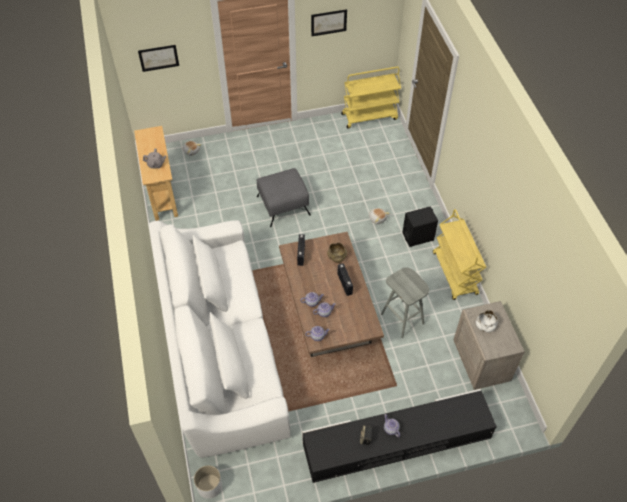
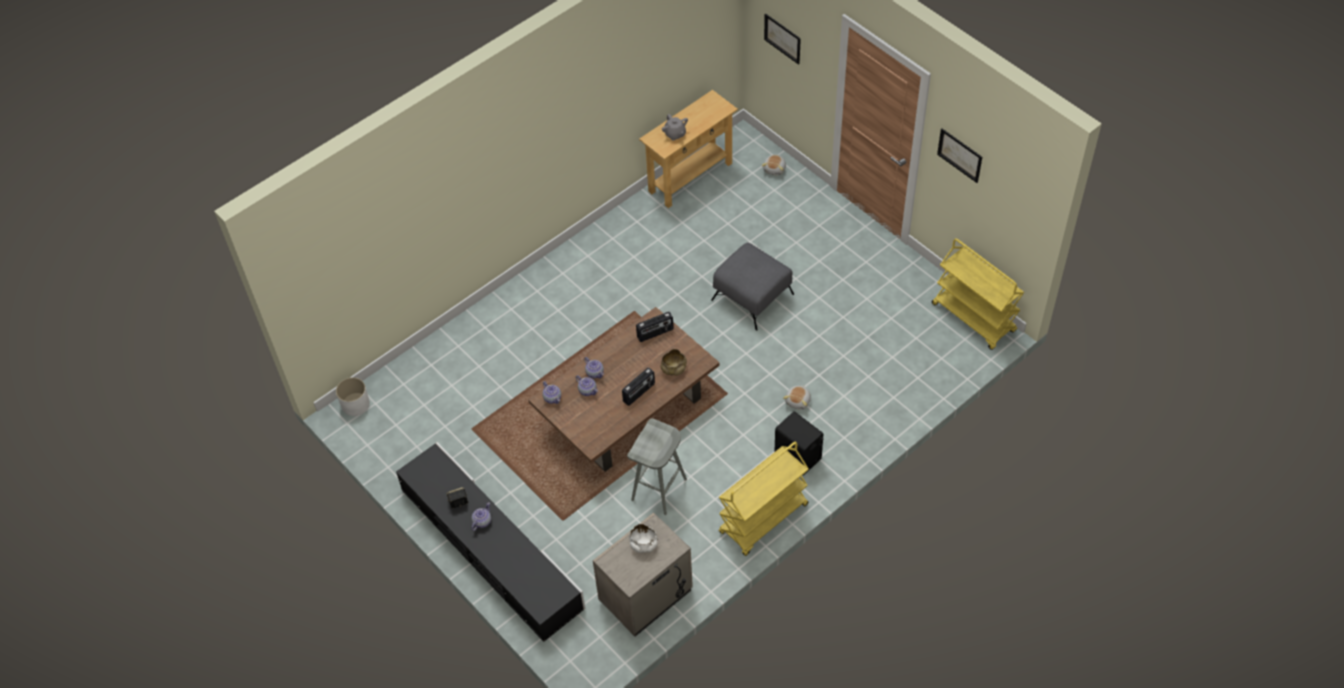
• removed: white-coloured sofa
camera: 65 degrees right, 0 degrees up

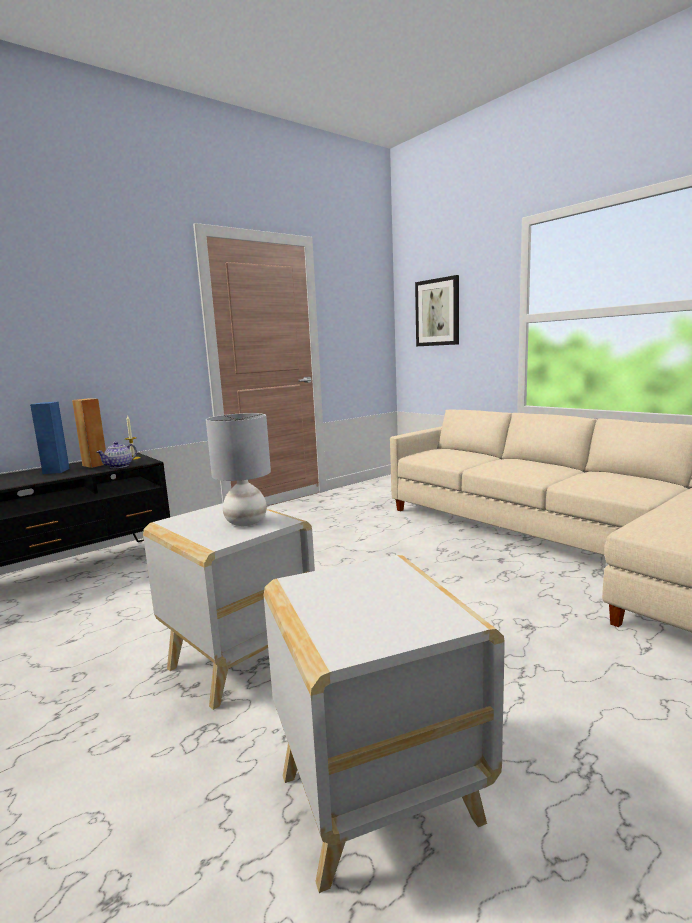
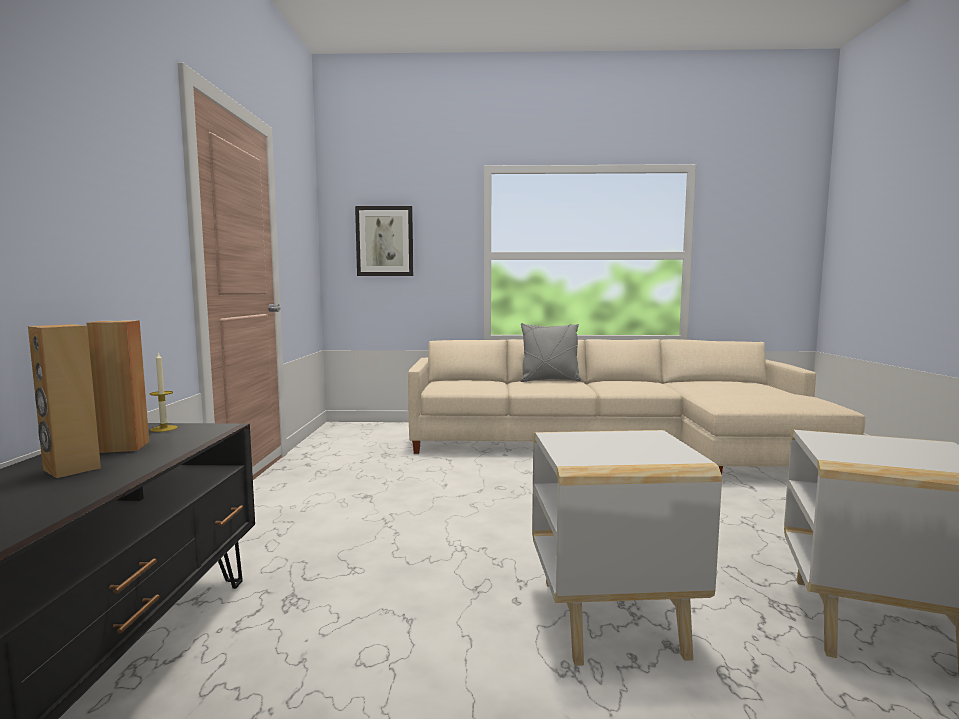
• recoloured: blue-coloured loudspeaker to brown loudspeaker (1st from left)
• added: grey pillow
• removed: teapot
• removed: grey table lamp
camera: 50 degrees left, 5 degrees down

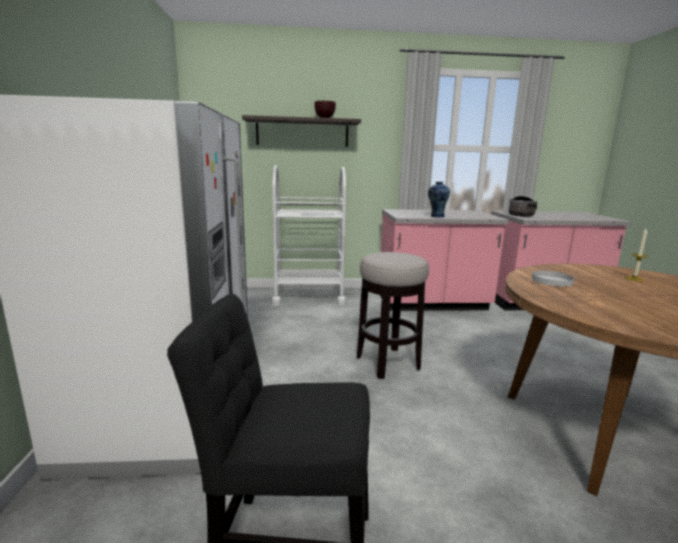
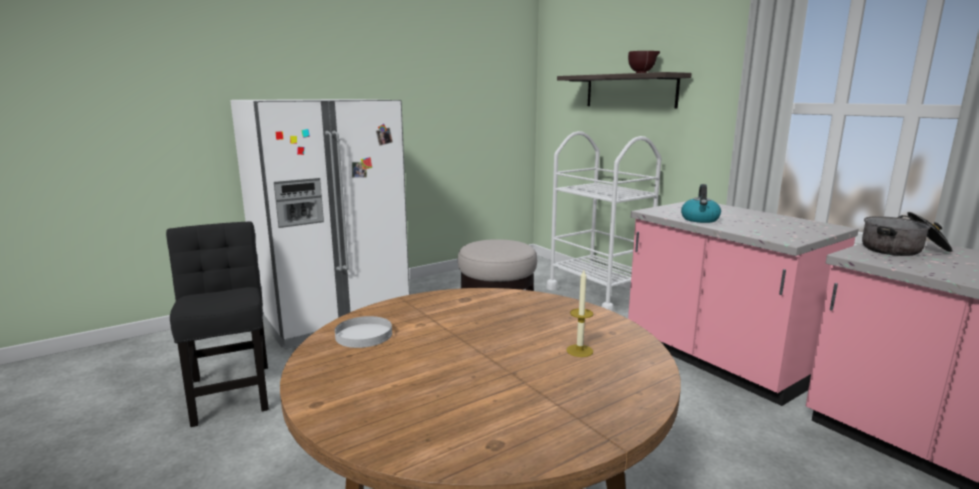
• moved: white-coloured plate
• replaced: vase to tea kettle
camera: 60 degrees right, 0 degrees up

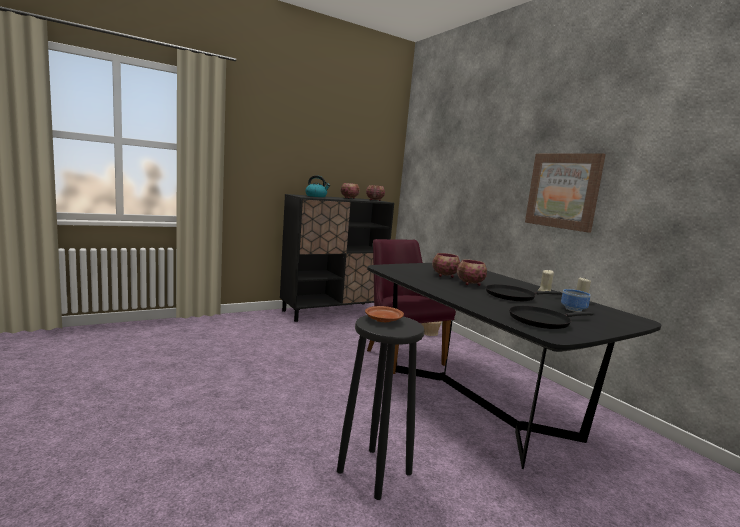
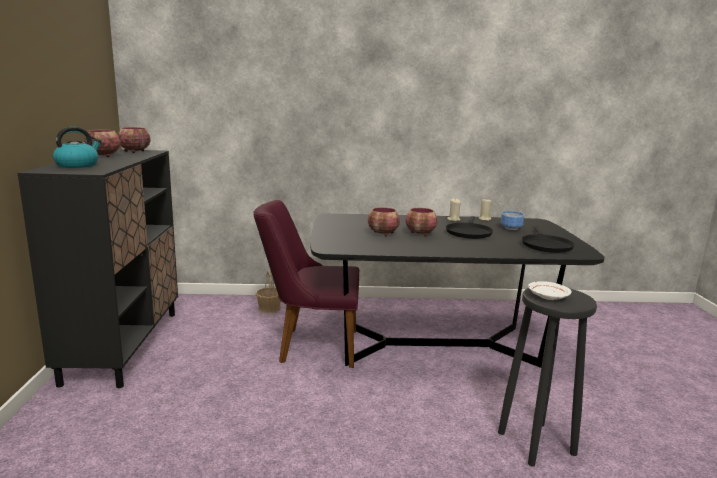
• recoloured: brown plate to white-coloured plate
• removed: picture
camera: 60 degrees left, 5 degrees up

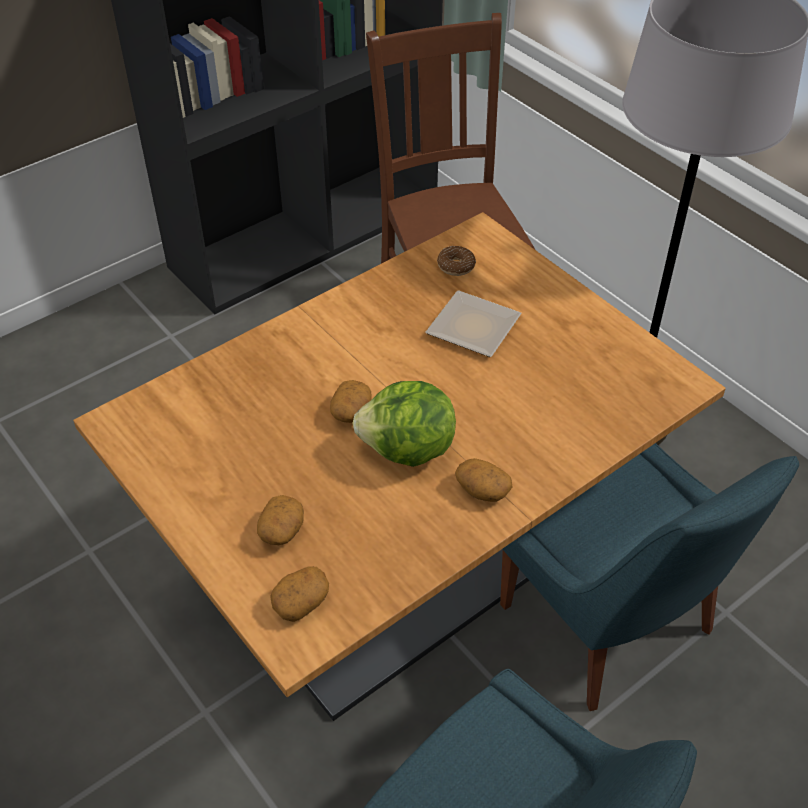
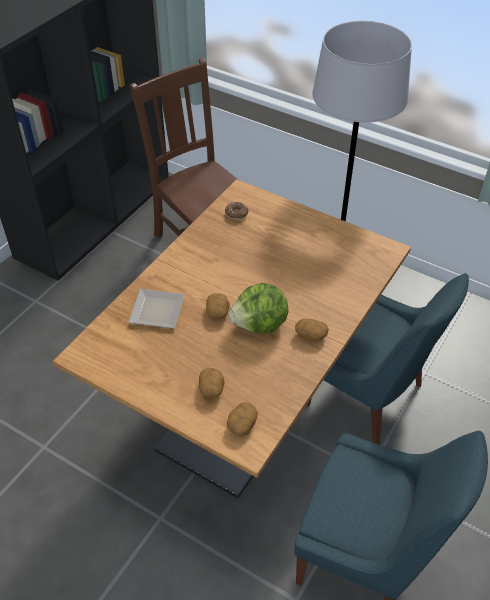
• moved: plate
camera: 20 degrees left, 0 degrees up

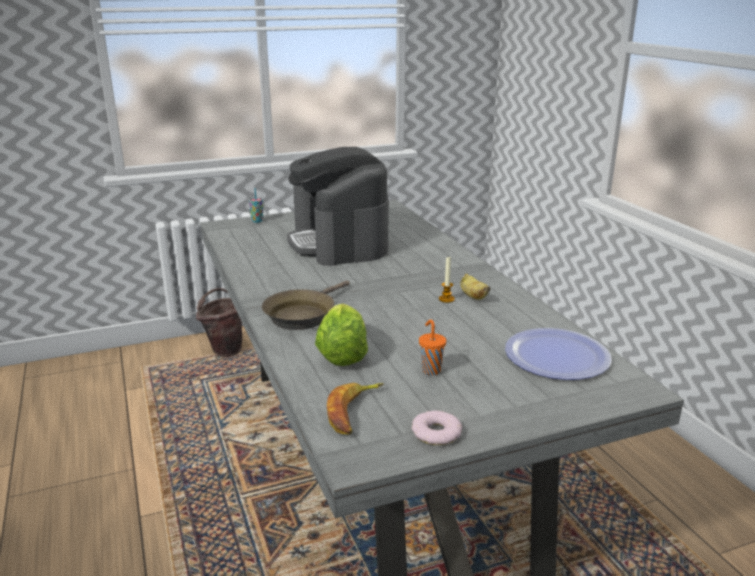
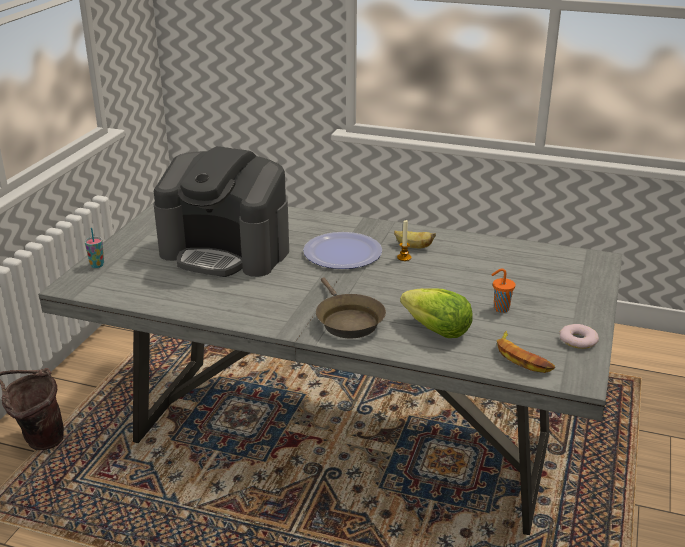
• moved: plate
camera: 50 degrees left, 5 degrees up

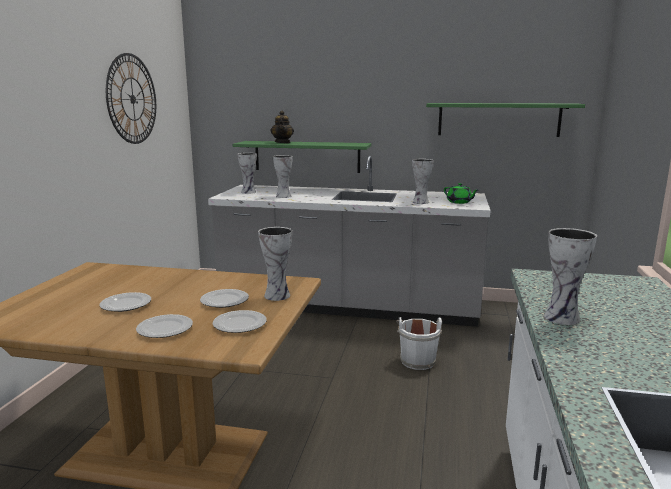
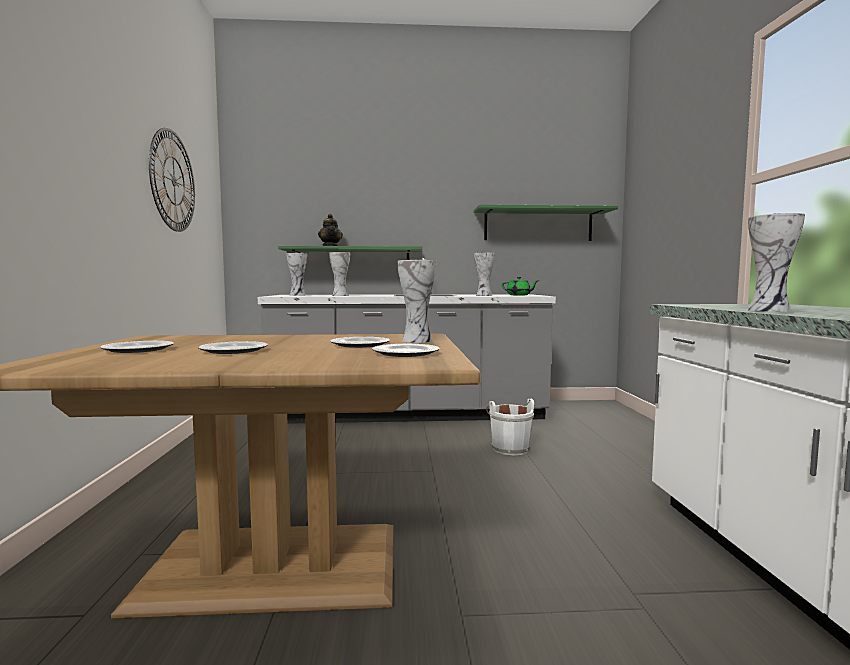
• moved: plate (2nd from left in the first image) to plate (1st from left)
camera: 15 degrees left, 10 degrees down

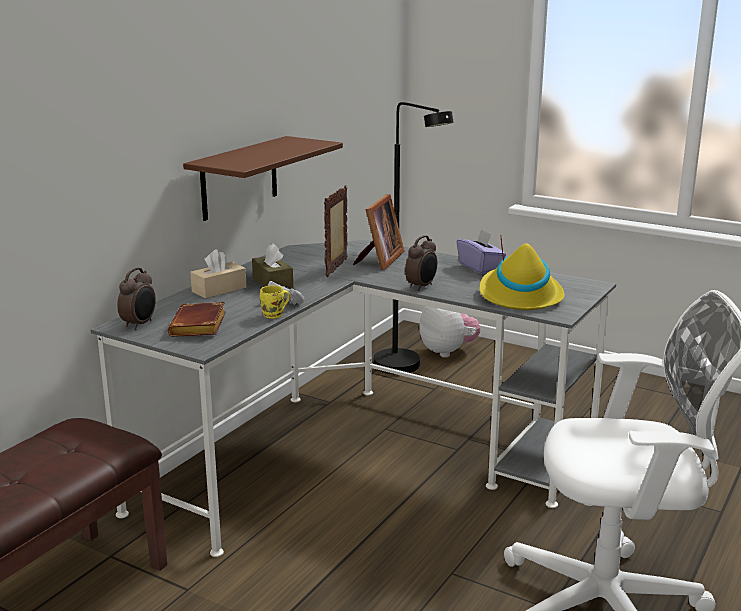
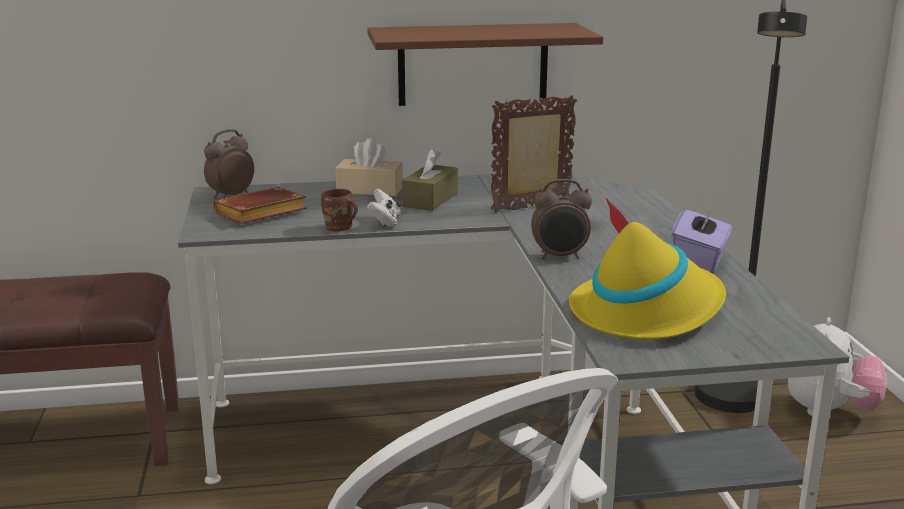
• turned: table clock (1st from left) 150 degrees clockwise
• recoloured: yellowish coffee mug to brown coffee mug
• removed: standing frame (2nd from left)
camera: 50 degrees right, 0 degrees up

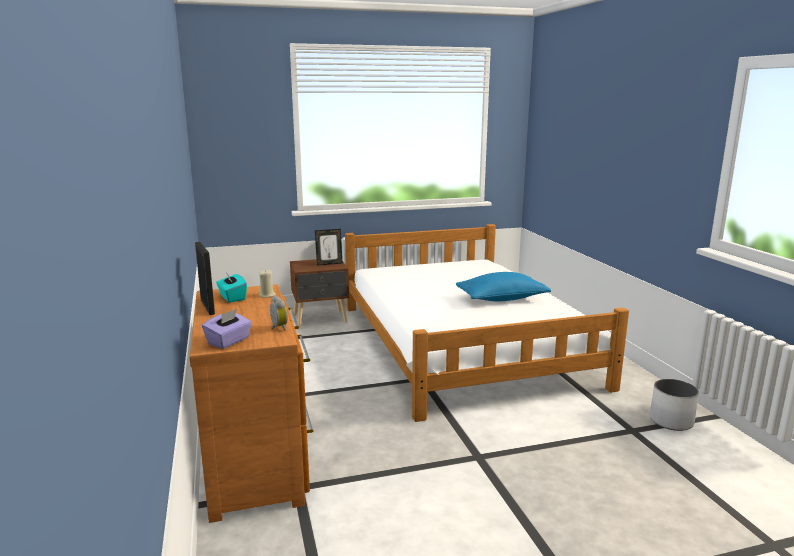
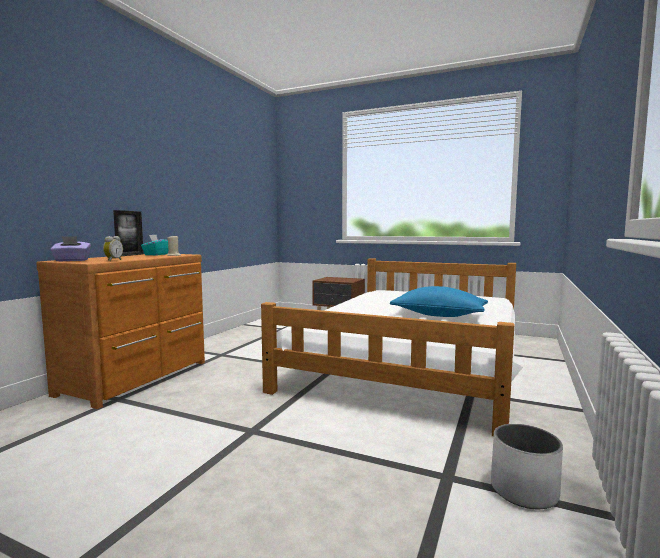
• removed: standing frame (2nd from left)
camera: 40 degrees right, 10 degrees down

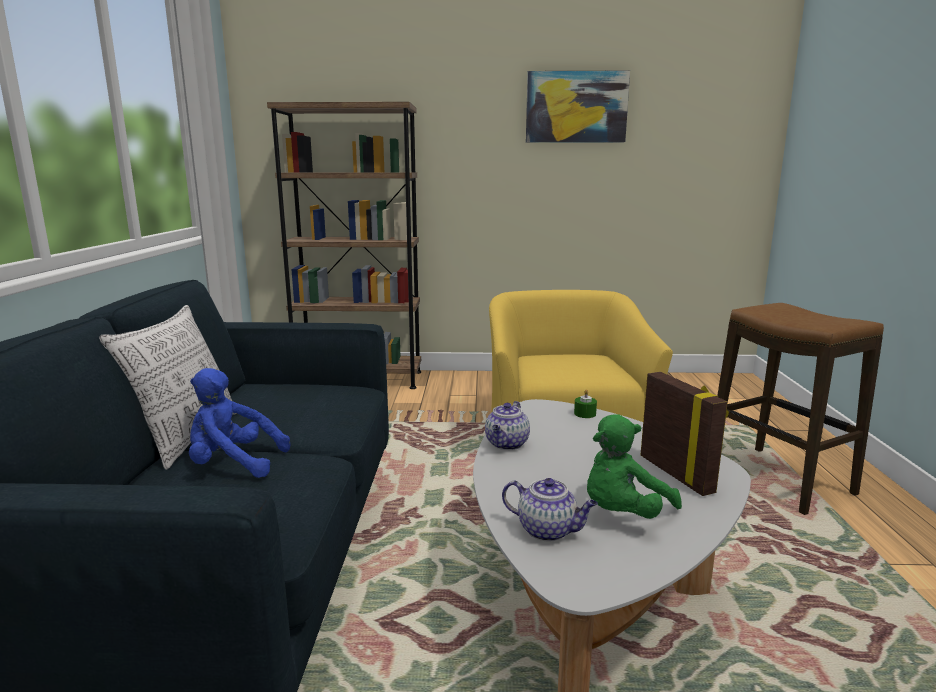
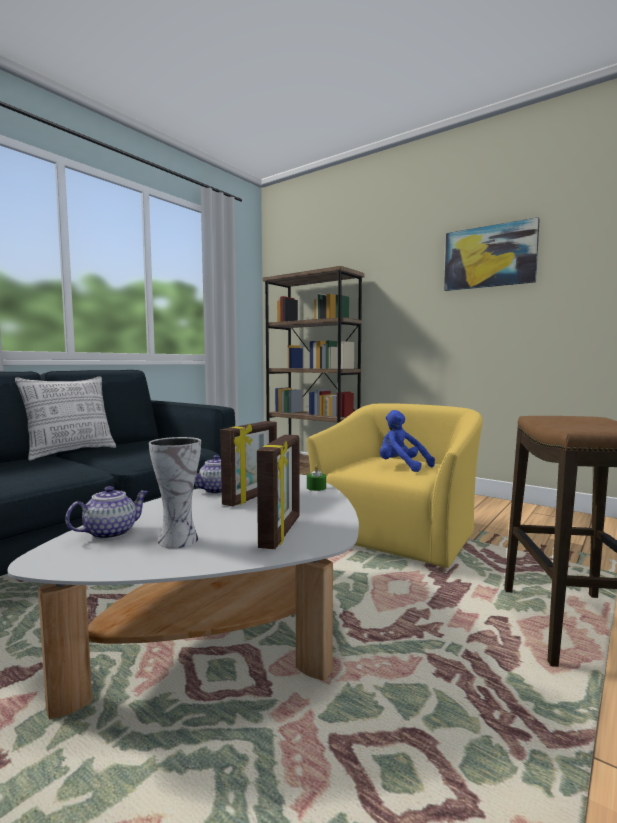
• turned: teapot (2nd from left in the first image) 105 degrees counterclockwise
• replaced: green-coloured plush toy to vase
• added: standing frame (1st from left)
• moved: blue-coloured plush toy
camera: 35 degrees right, 10 degrees down

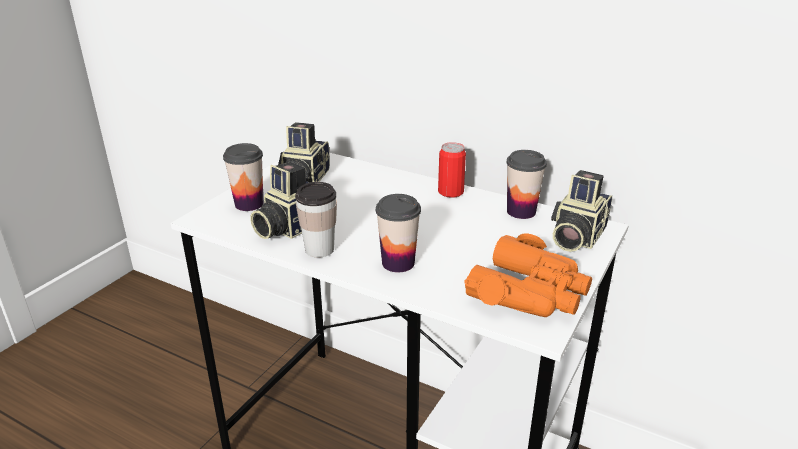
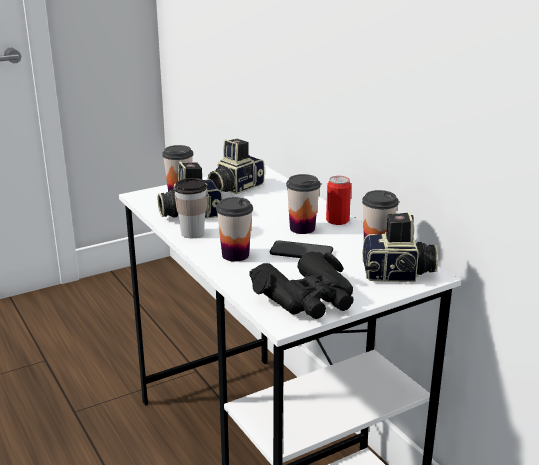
• recoloured: orange-coloured binoculars to blackish binoculars
• added: phone
• added: drinking cup (4th from left)
• turned: photo camera (3rd from left) 150 degrees counterclockwise
camera: 30 degrees right, 5 degrees down

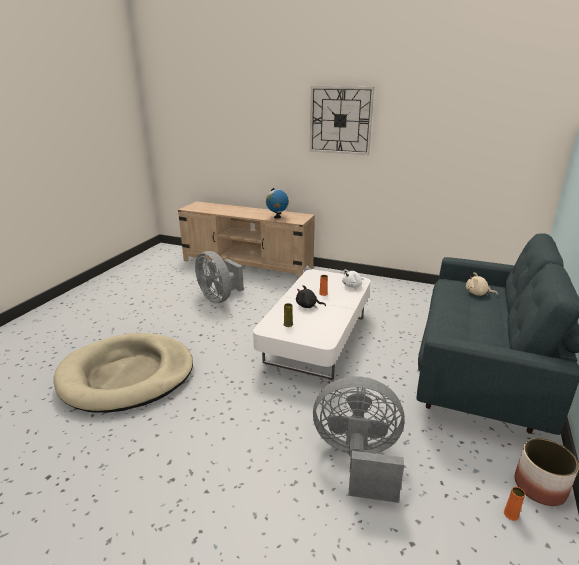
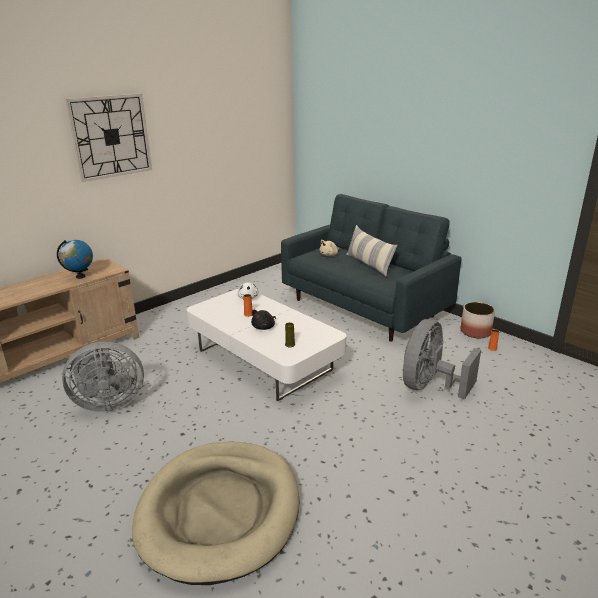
• added: pillow
camera: 65 degrees left, 0 degrees up

